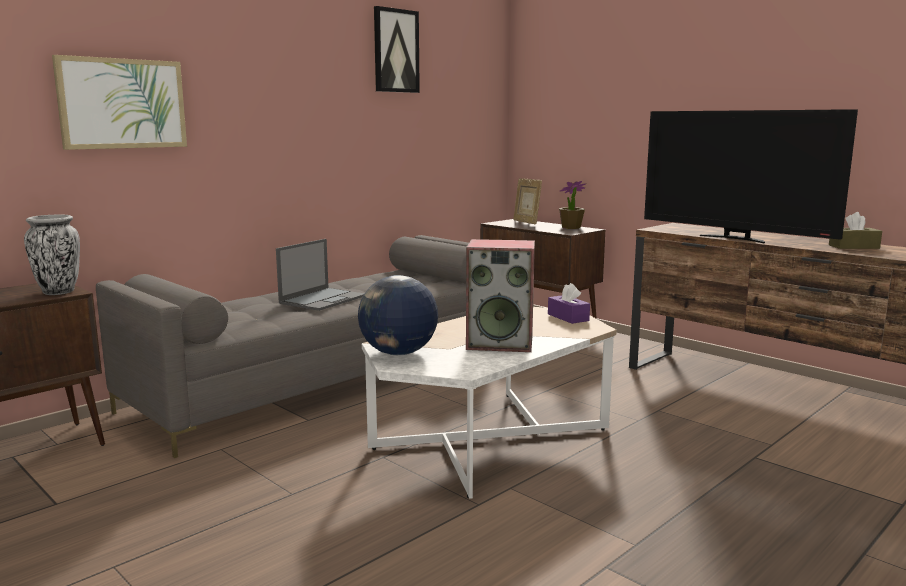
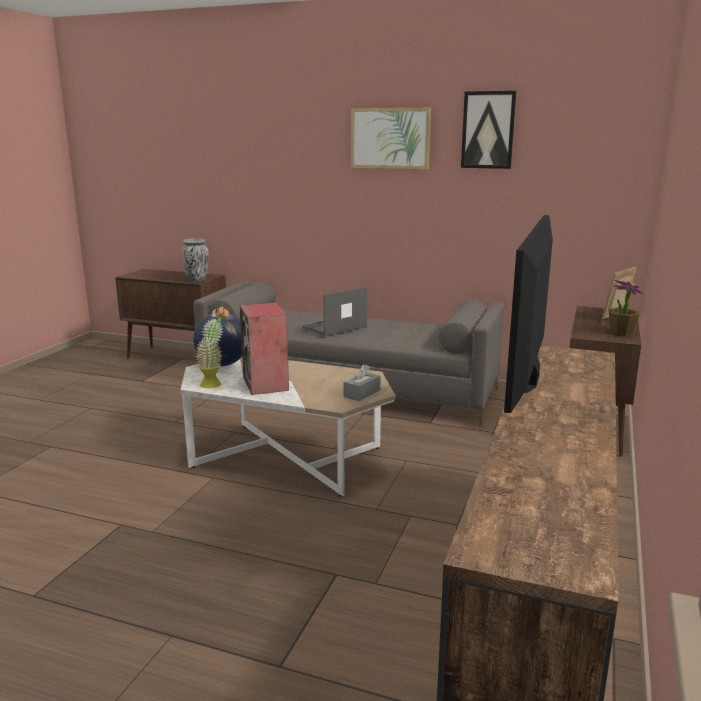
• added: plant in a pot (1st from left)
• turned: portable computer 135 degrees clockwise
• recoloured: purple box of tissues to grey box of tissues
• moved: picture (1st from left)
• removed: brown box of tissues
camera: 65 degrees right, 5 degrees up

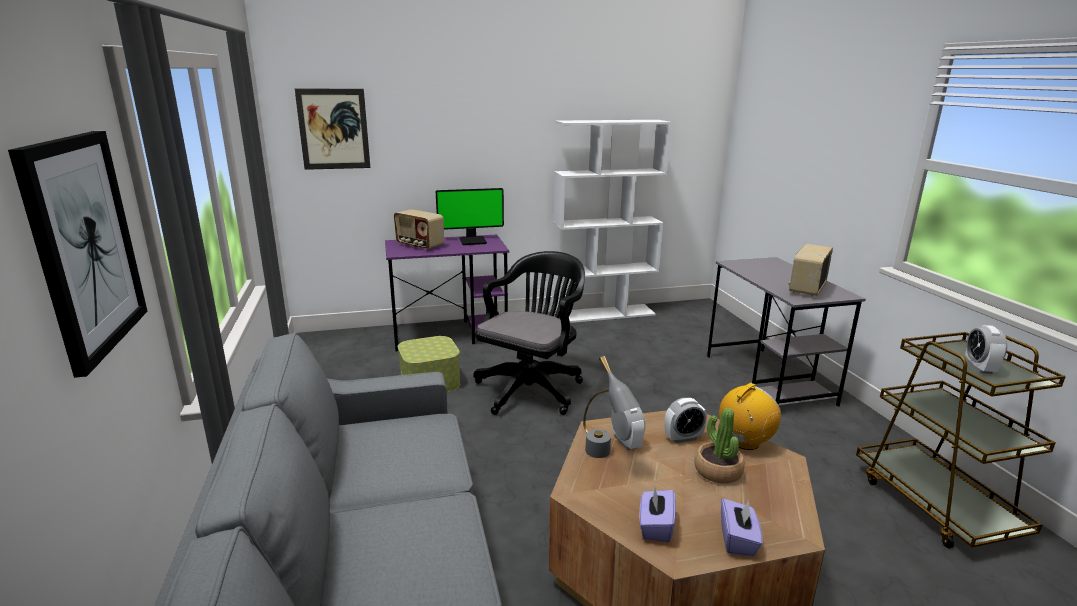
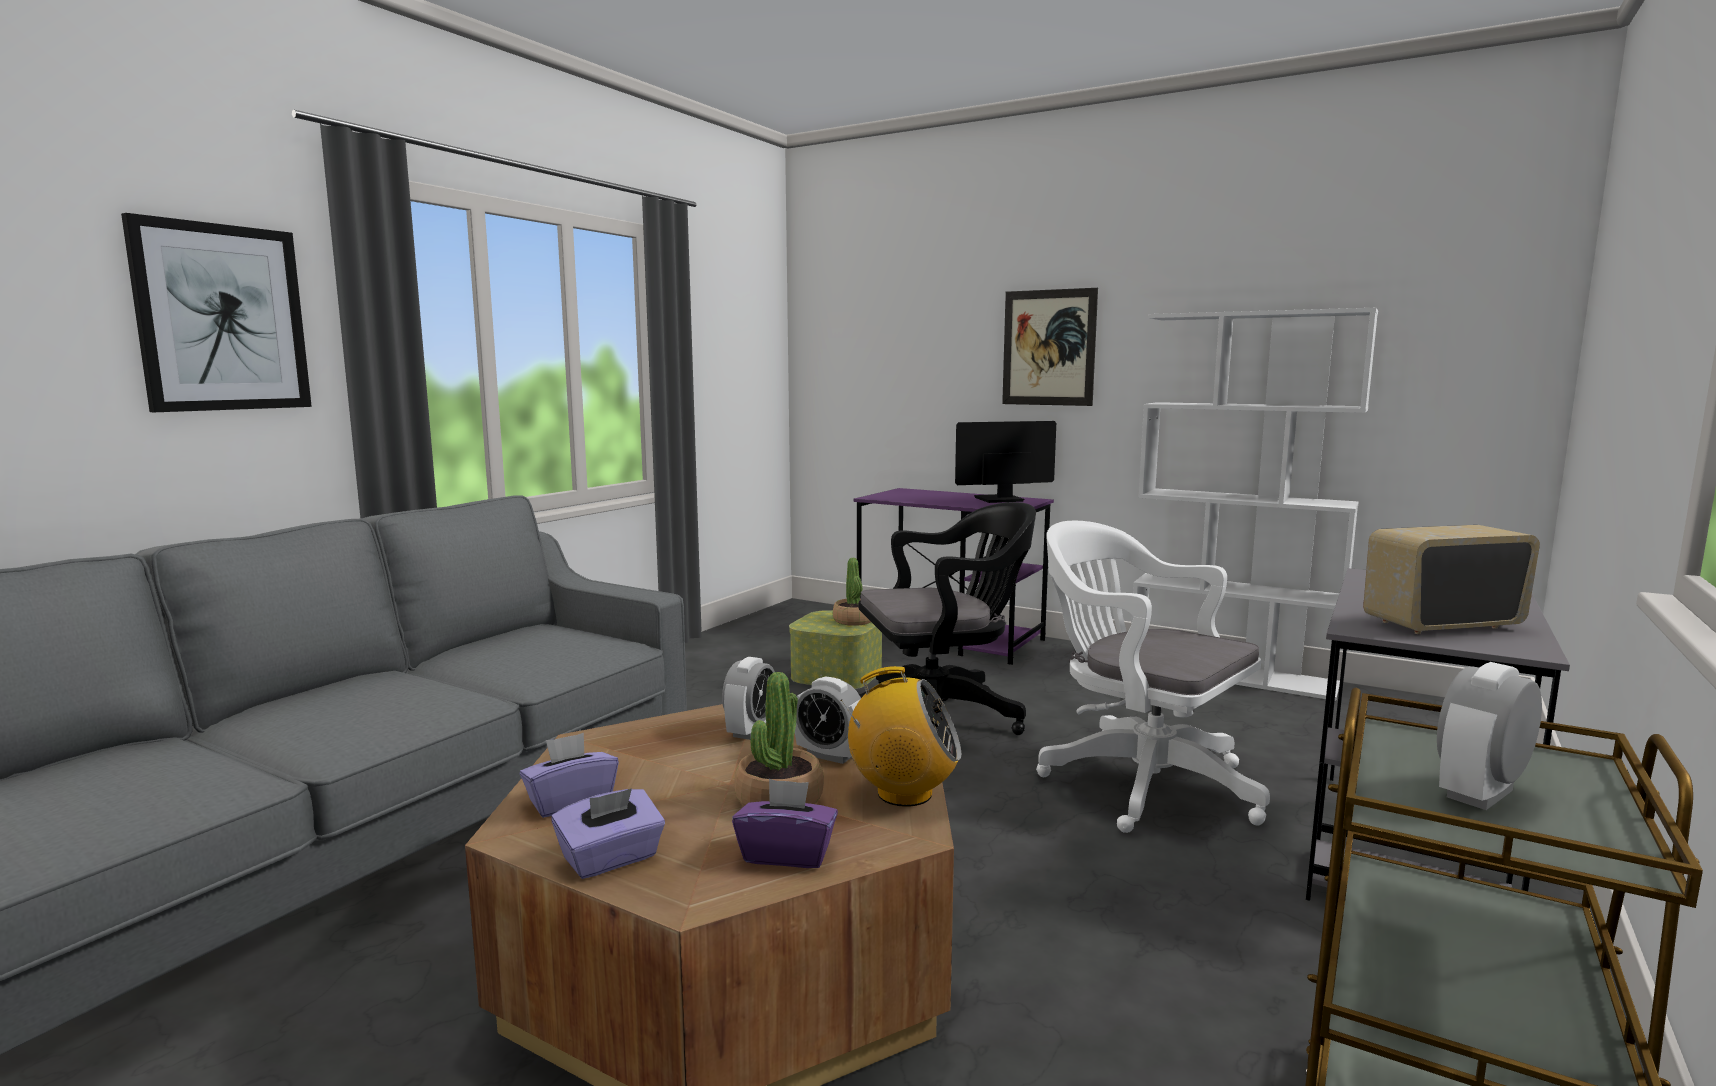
• added: purple box of tissues (3rd from left)
• added: plant in a pot (2nd from left)
• turned: computer display 135 degrees clockwise
• moved: picture (2nd from left)
• added: white-coloured computer chair
• removed: radio receiver (1st from left)
• removed: grey table lamp
camera: 45 degrees right, 10 degrees down

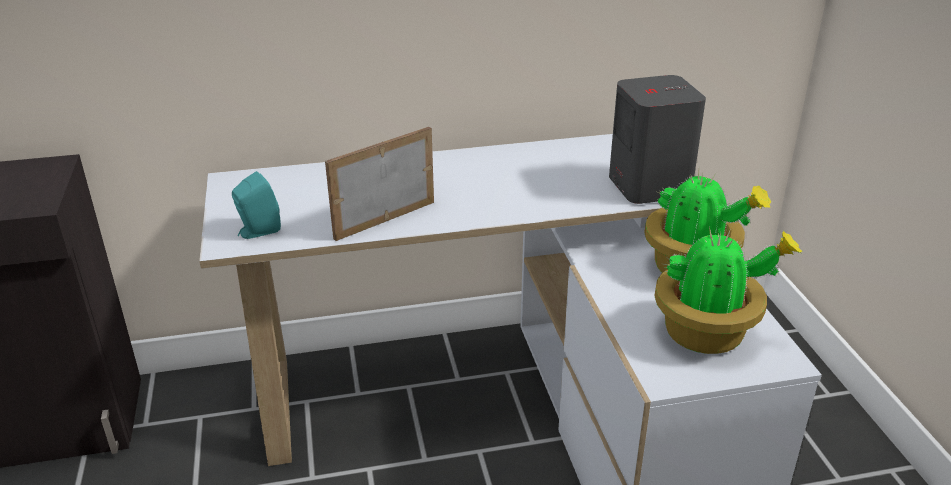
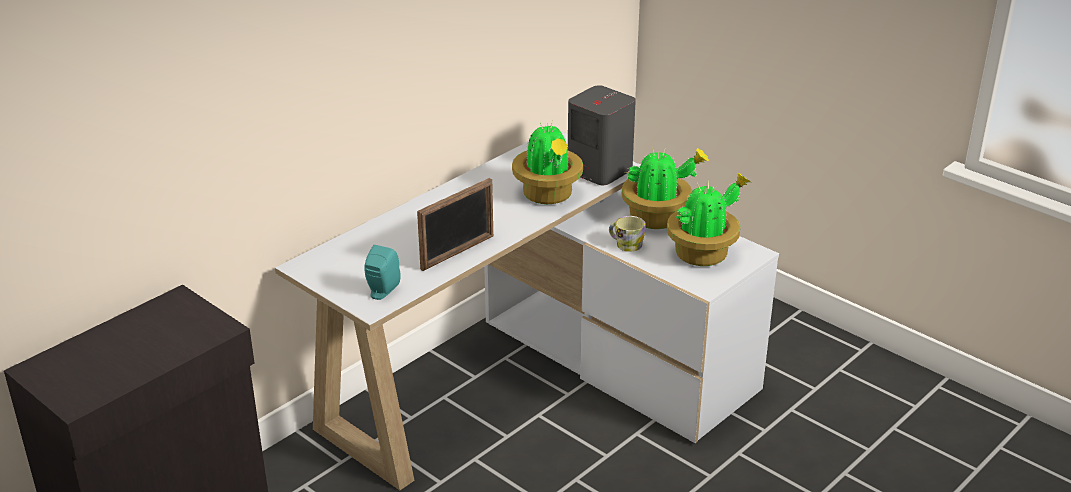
• turned: standing frame 150 degrees counterclockwise
• added: plant in a pot (1st from left)
• added: coffee mug
camera: 35 degrees left, 0 degrees up

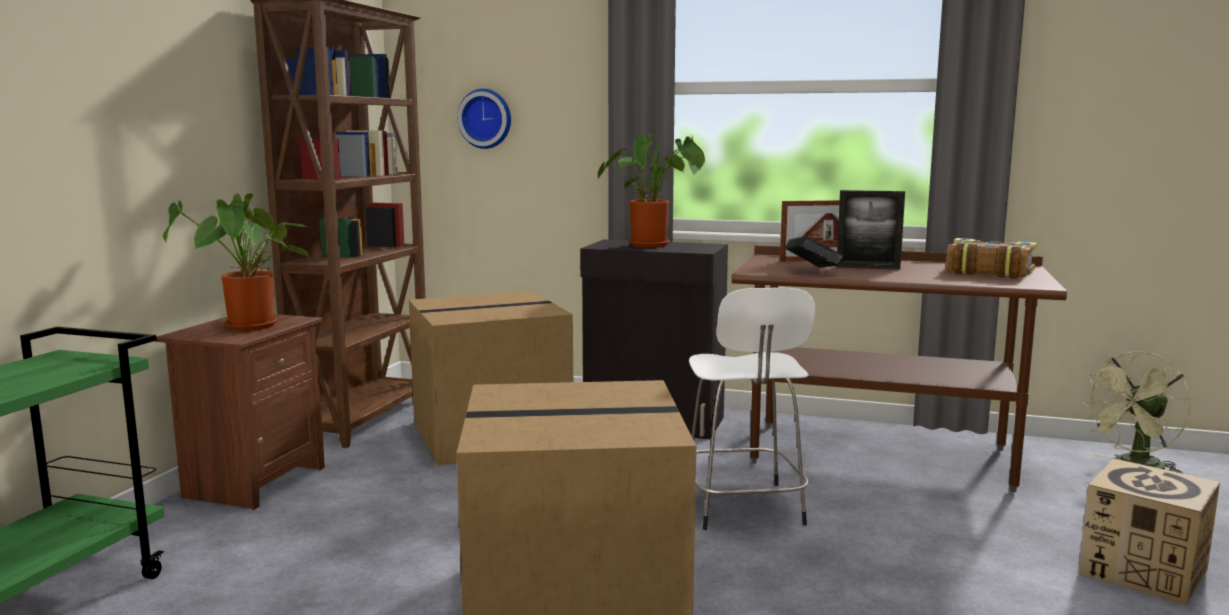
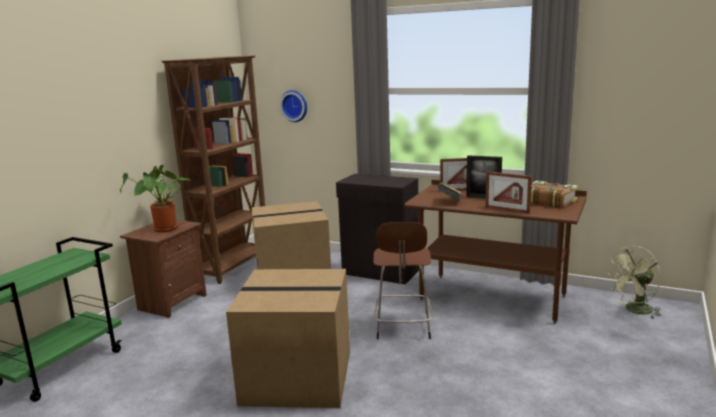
• recoloured: white-coloured stool to brown stool
• added: standing frame (3rd from left)
• removed: plant in a pot (2nd from left)
• removed: carton (3rd from left)
camera: 10 degrees right, 5 degrees up

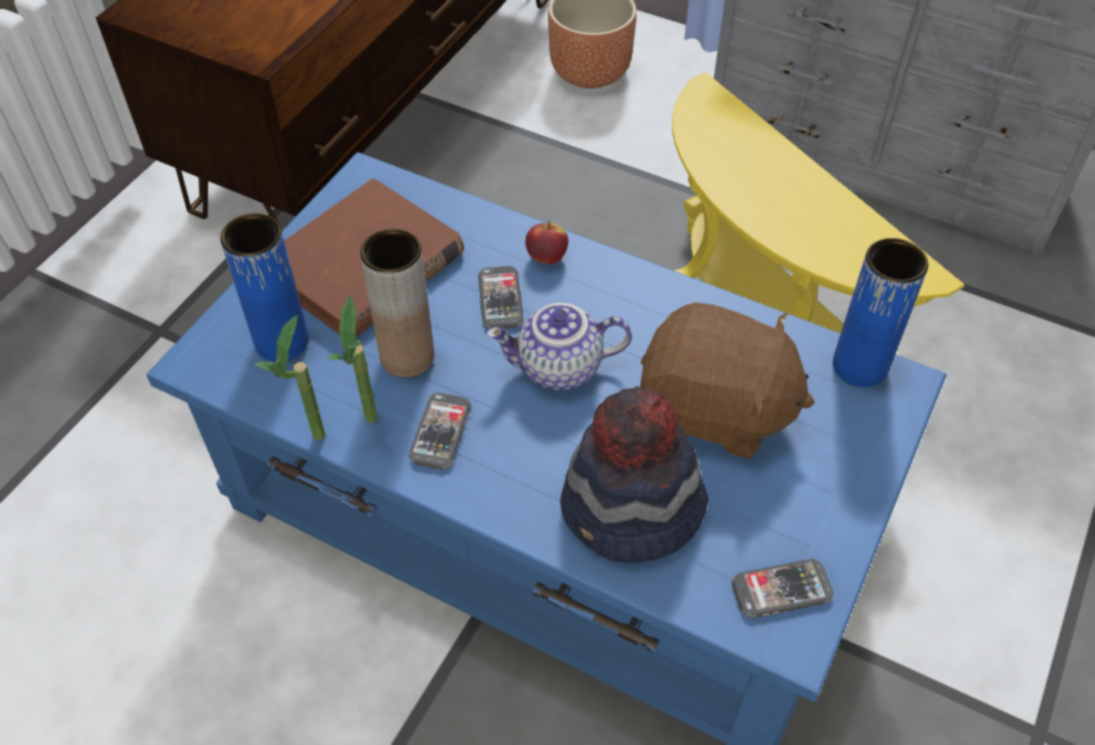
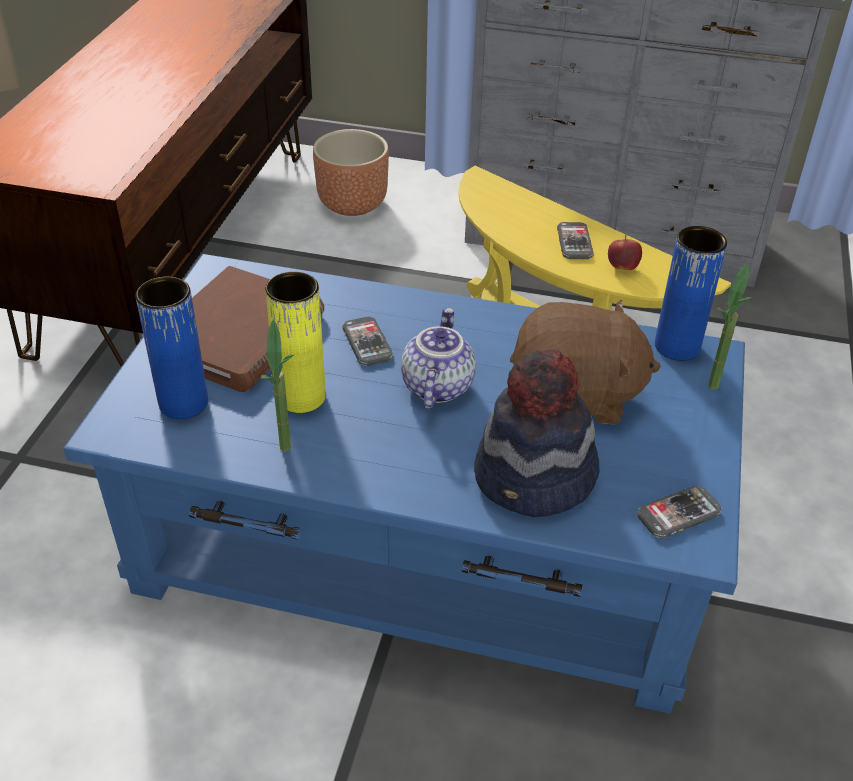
• recoloured: brown vase to yellowish vase
• turned: teapot 120 degrees clockwise
• moved: phone (1st from left in the first image) to phone (2nd from left)
• moved: whole apple
• moved: plant in a pot (1st from left in the first image) to plant in a pot (2nd from left)
camera: 15 degrees left, 10 degrees down

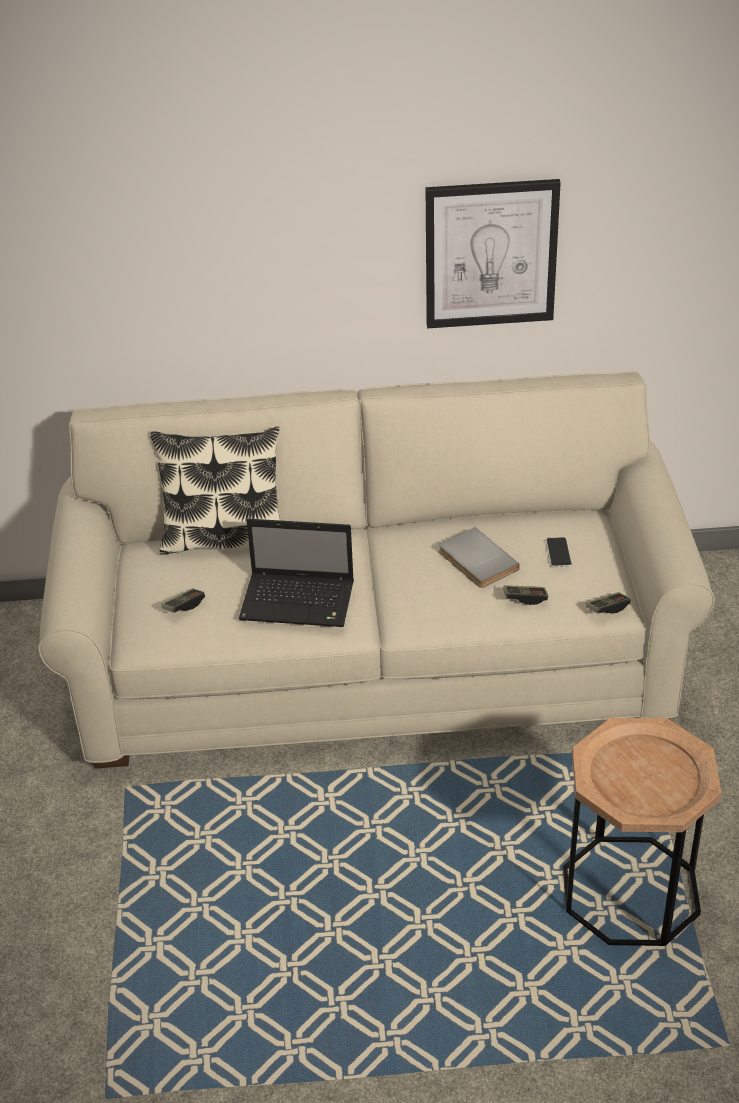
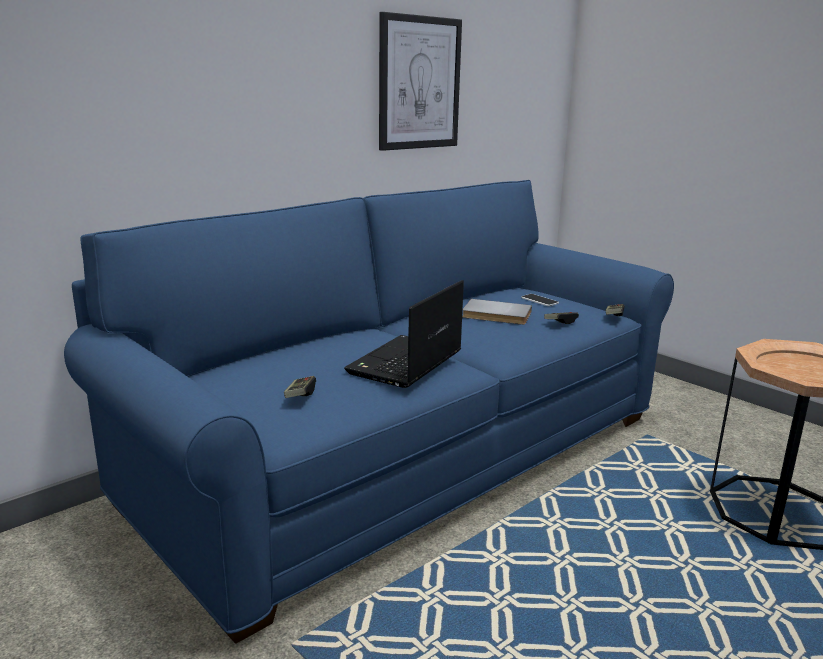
• recoloured: sand-coloured sofa to blue-coloured sofa
• turned: portable computer 150 degrees clockwise
• removed: pillow
camera: 40 degrees left, 20 degrees down

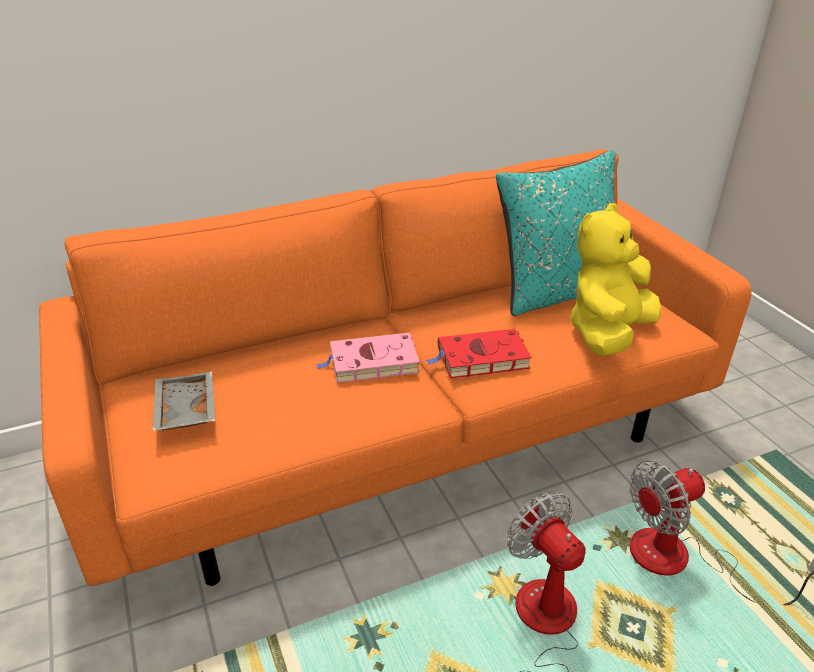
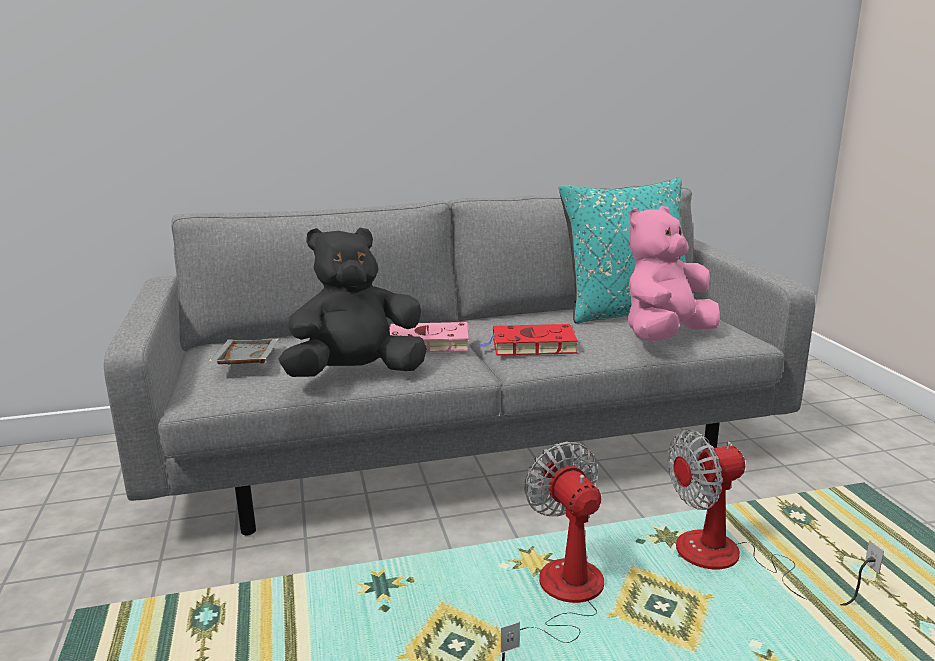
• recoloured: orange-coloured sofa to grey sofa
• added: blackish plush toy
• recoloured: yellowish plush toy to pinkish plush toy
camera: 10 degrees right, 15 degrees down

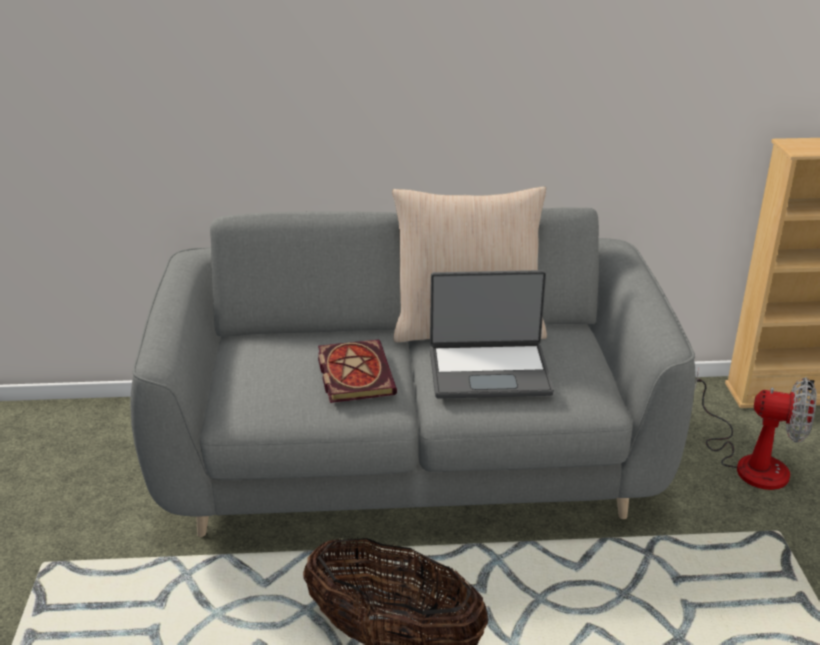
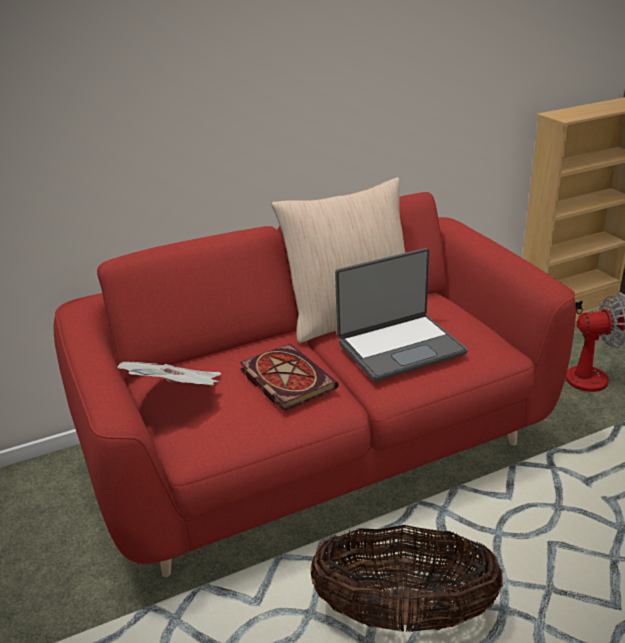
• recoloured: grey sofa to red-coloured sofa
• added: newspaper
camera: 20 degrees left, 0 degrees up

